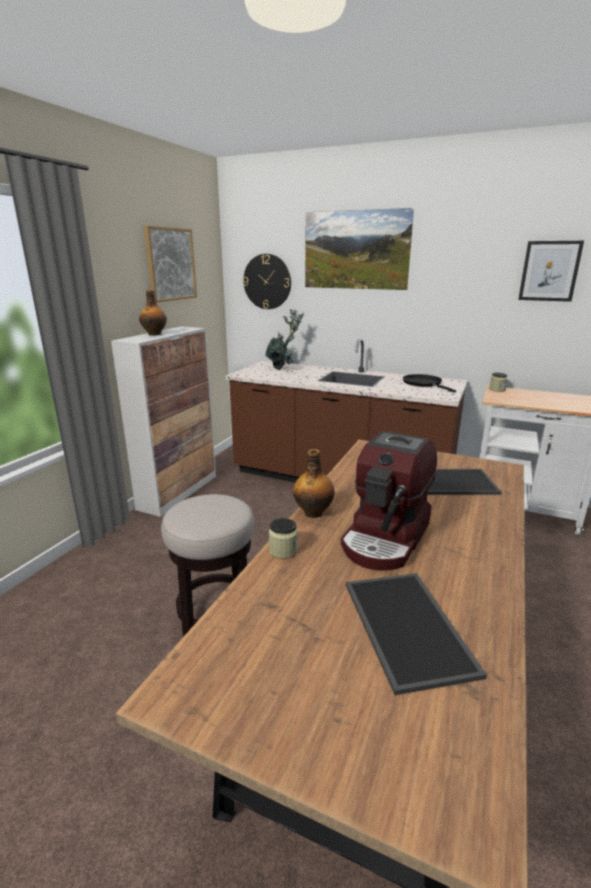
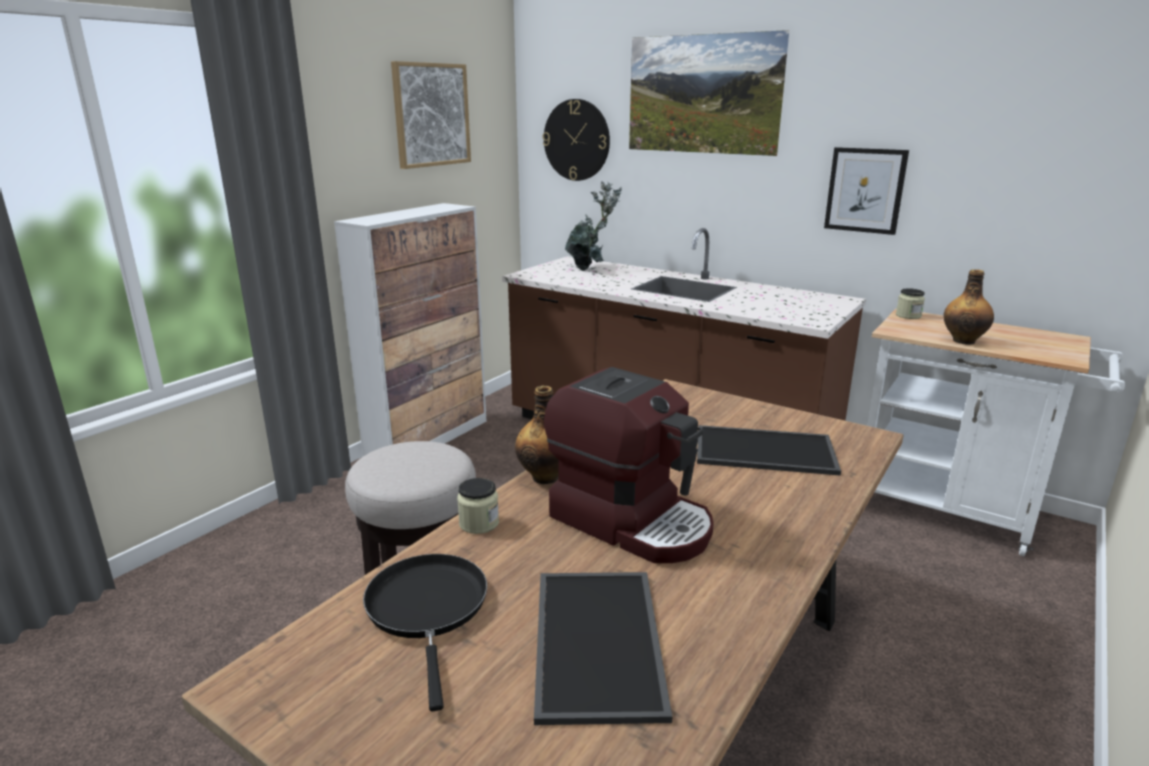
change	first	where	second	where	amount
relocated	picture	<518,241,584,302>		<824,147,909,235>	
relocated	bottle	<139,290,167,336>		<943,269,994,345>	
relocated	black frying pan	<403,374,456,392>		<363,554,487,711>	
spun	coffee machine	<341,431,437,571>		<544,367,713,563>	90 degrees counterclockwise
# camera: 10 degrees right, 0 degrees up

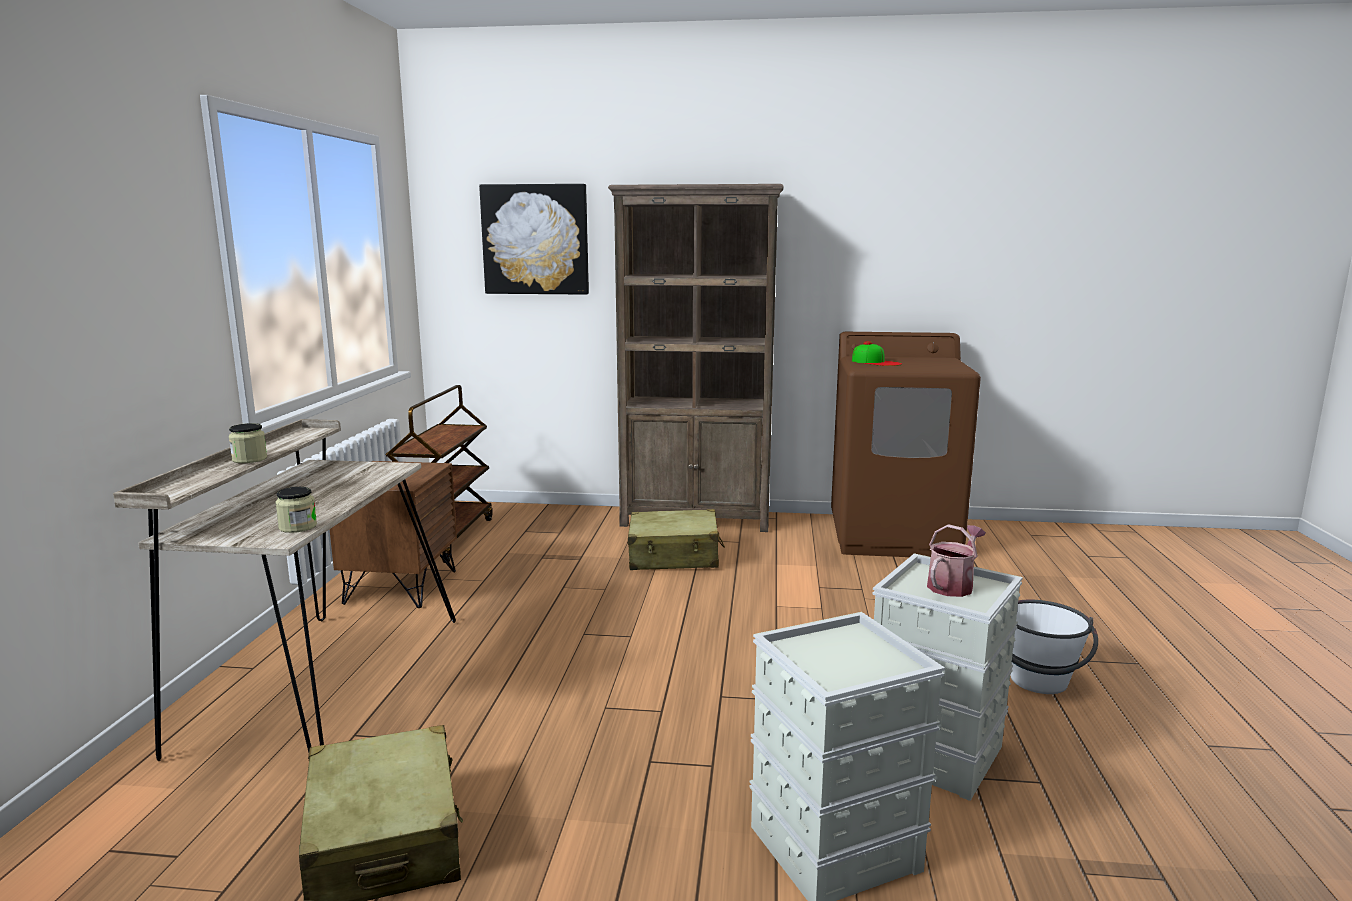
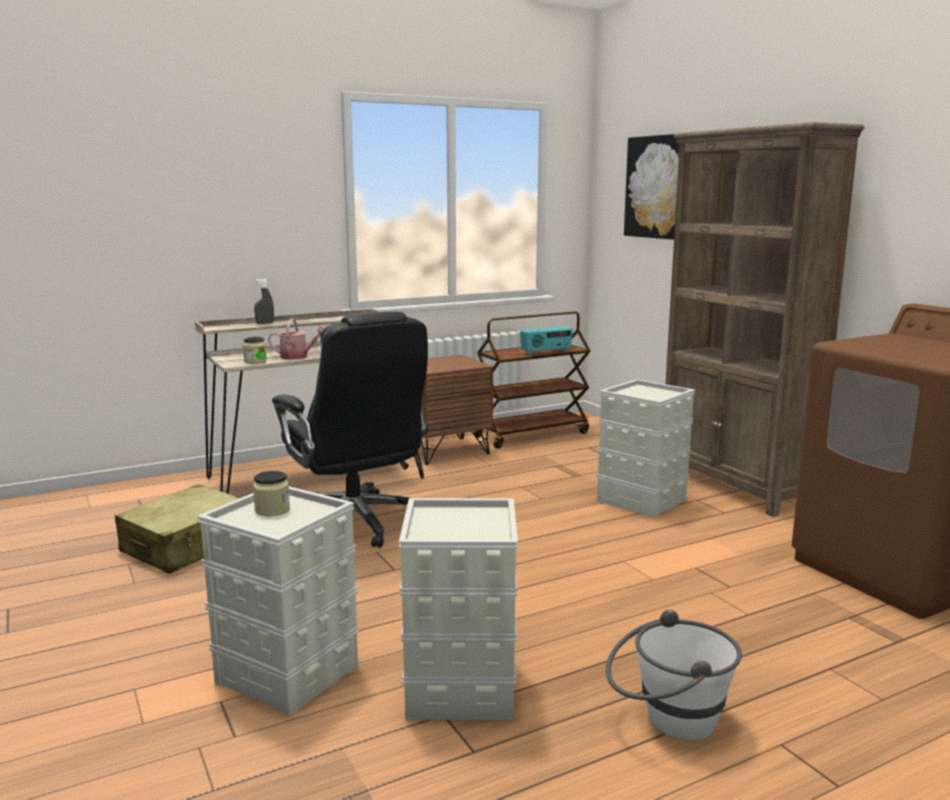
change	first	where	second	where	amount
missing	cap	<852,341,902,366>			
relocated	jar	<229,423,267,463>		<253,471,290,516>	
exchanged	beige suitcase	<628,509,725,570>	grey storage box	<596,379,695,518>	
relocated	watering can	<927,524,986,597>		<268,318,324,360>	
appeared			grey spray bottle	<254,279,274,324>	
appeared			black office chair	<272,311,428,548>	
appeared			radio	<520,326,573,355>	
# camera: 55 degrees right, 0 degrees up

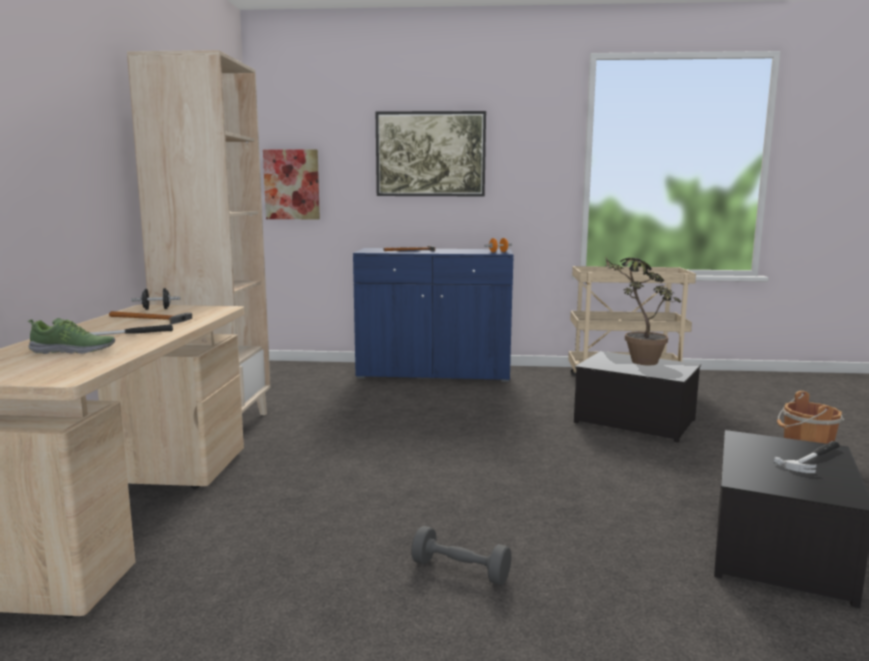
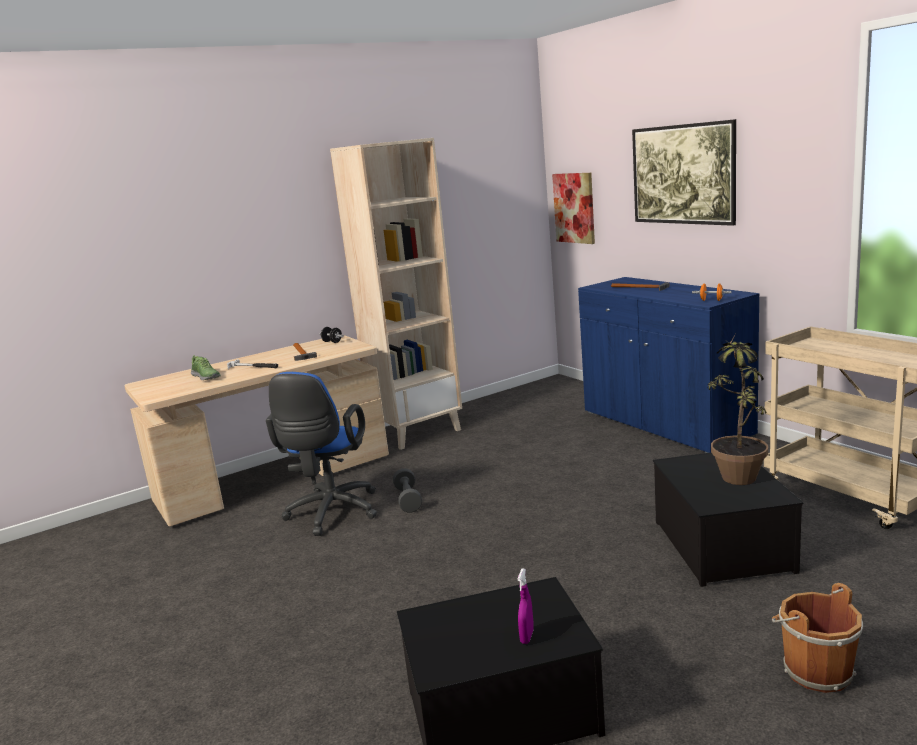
change	first	where	second	where	amount
exchanged	hammer	<773,441,840,473>	purple spray bottle	<518,569,534,644>	
relocated	grey dumbbell	<411,526,512,585>		<393,468,422,513>	
appeared			blue office chair	<266,372,377,536>	
# camera: 55 degrees right, 5 degrees up

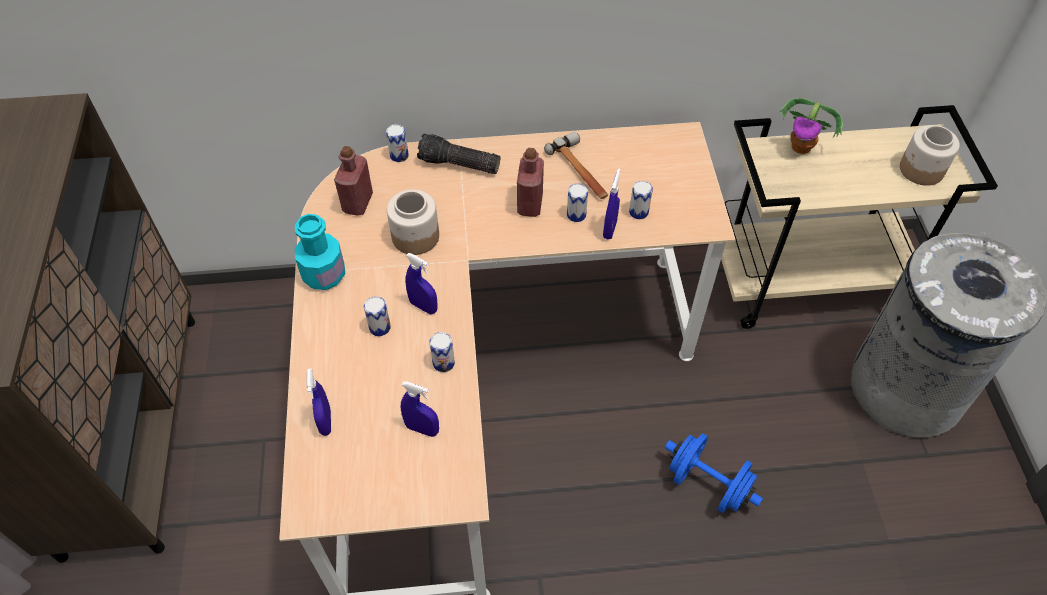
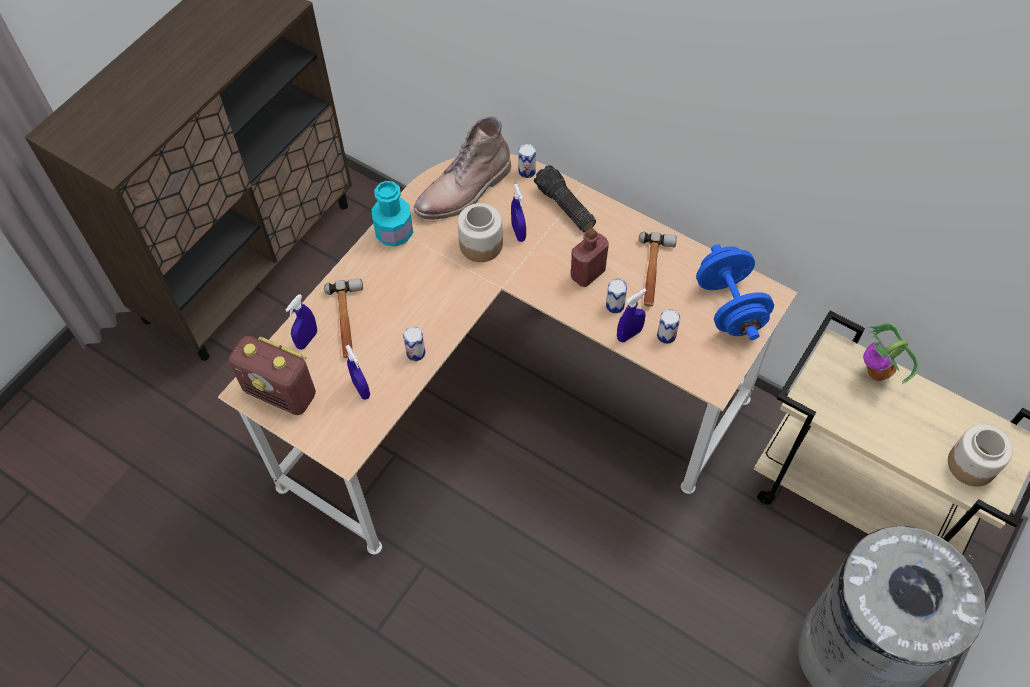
change	first	where	second	where	amount
exchanged	red bottle	<334,146,373,216>	brown boot	<414,116,511,220>	
relocated	blue spray bottle	<405,253,438,314>		<511,184,526,242>	
missing	can	<364,296,391,336>			
relocated	blue dumbbell	<665,433,763,513>		<696,244,774,340>	
appeared			hammer	<324,278,363,358>	
appeared			radio	<229,336,316,415>	
# camera: 40 degrees right, 5 degrees up

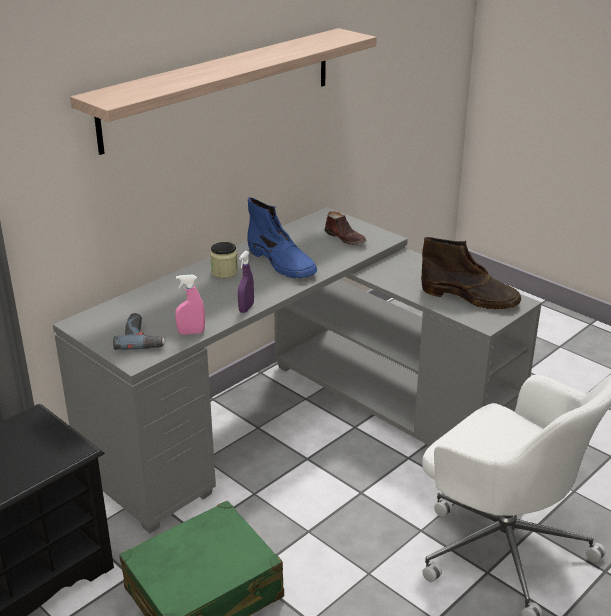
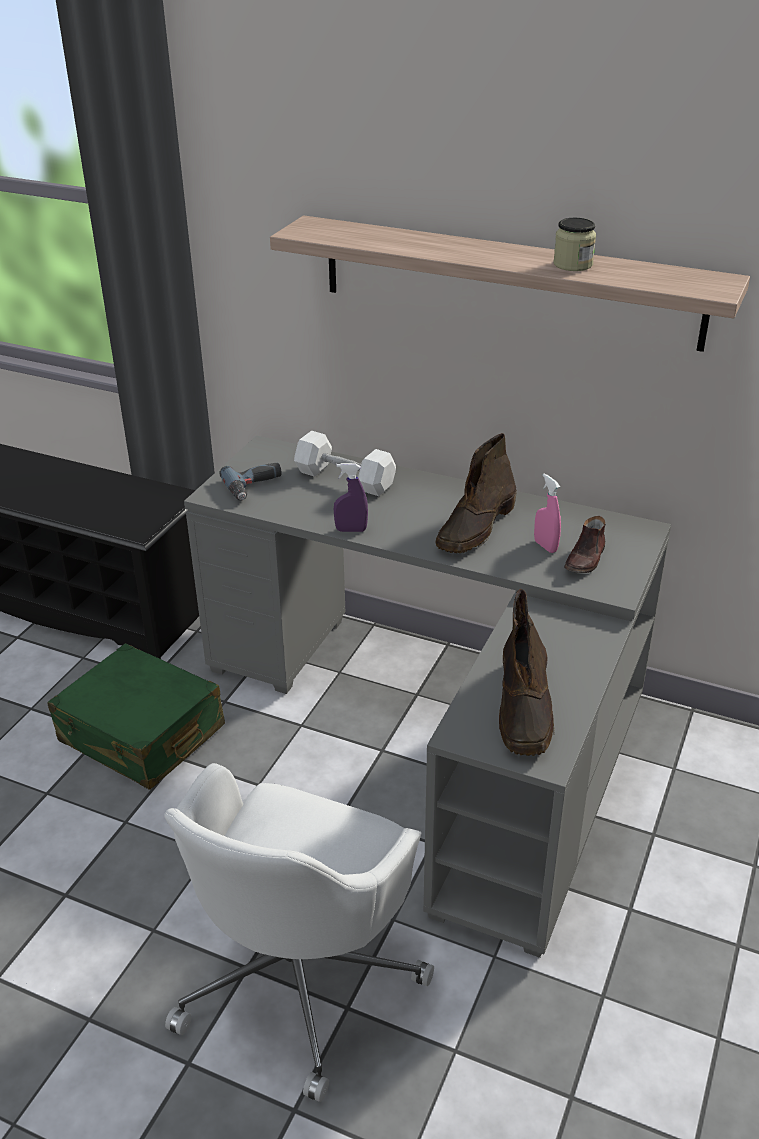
change	first	where	second	where	amount
colour	blue boot	<247,197,317,278>	brown boot	<435,433,517,553>	
relocated	jar	<210,242,238,278>		<553,218,596,271>	
relocated	pink spray bottle	<175,275,205,335>		<534,473,561,553>	
appeared			white dumbbell	<294,431,396,496>	
# camera: 70 degrees right, 5 degrees up

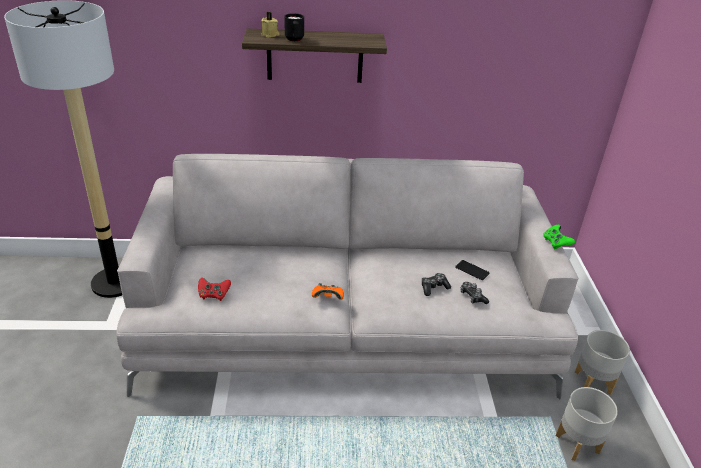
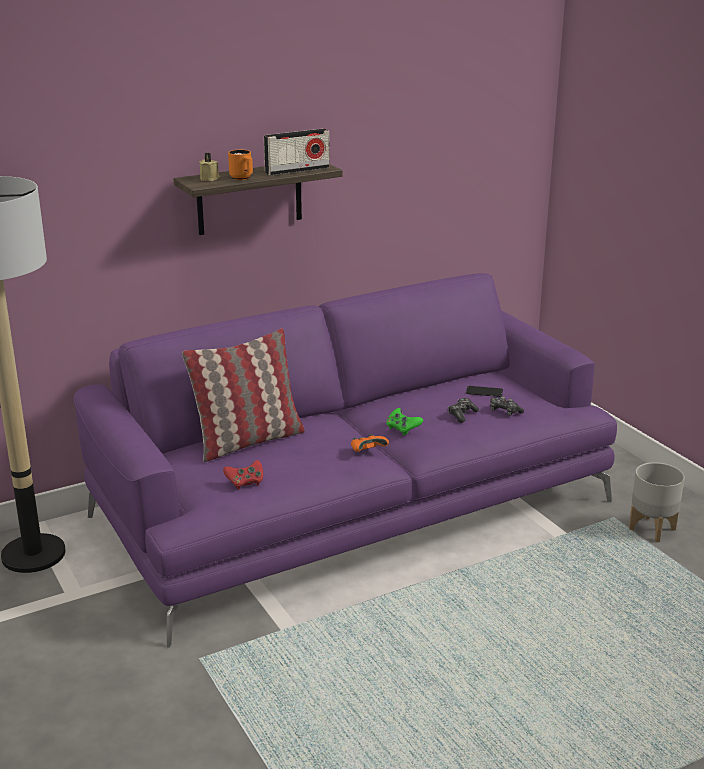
change	first	where	second	where	amount
colour	black mug	<284,13,304,41>	orange mug	<228,150,253,180>	
colour	grey sofa	<116,154,579,399>	purple sofa	<74,273,617,648>	
relocated	green game controller	<543,225,575,249>		<386,408,423,435>	
missing	grey planter	<575,330,630,395>			
appeared			radio	<264,129,330,176>	
appeared			pillow	<182,328,305,462>	
# camera: 25 degrees left, 10 degrees down

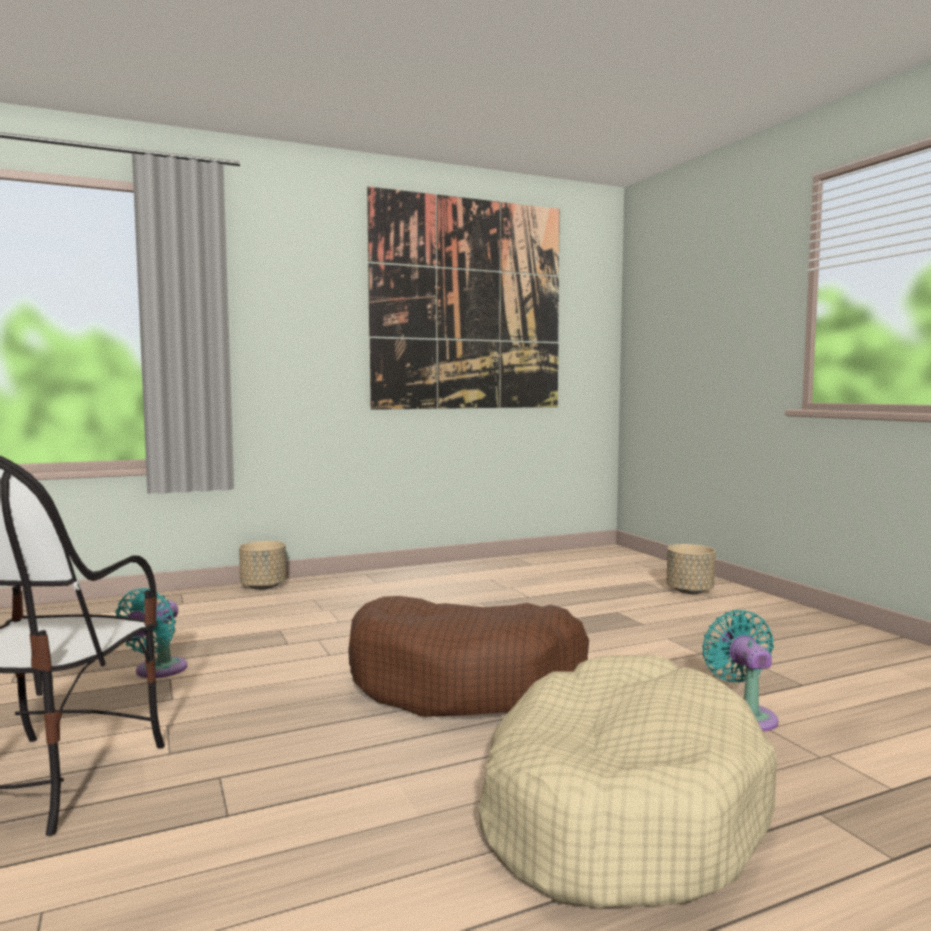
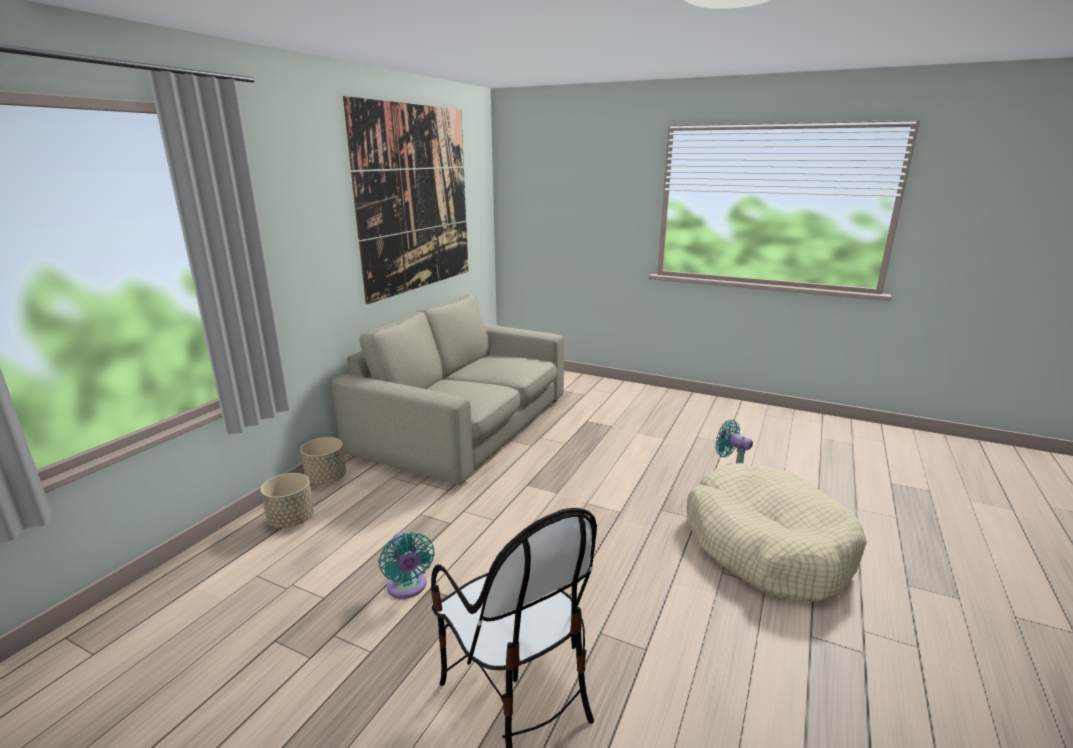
change	first	where	second	where	amount
relocated	beige planter	<666,544,715,594>		<261,473,314,528>	
missing	brown dog bed	<348,596,589,717>			
appeared			beige sofa	<331,294,564,485>	
# camera: 40 degrees left, 15 degrees up

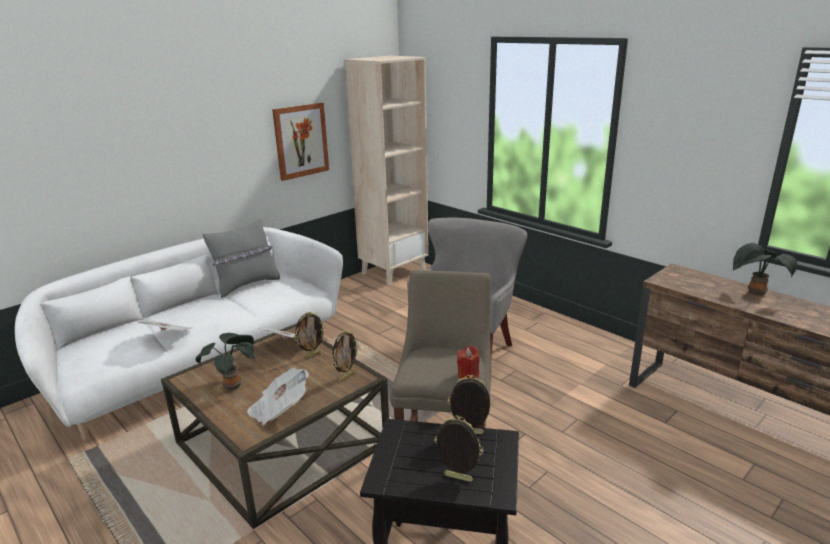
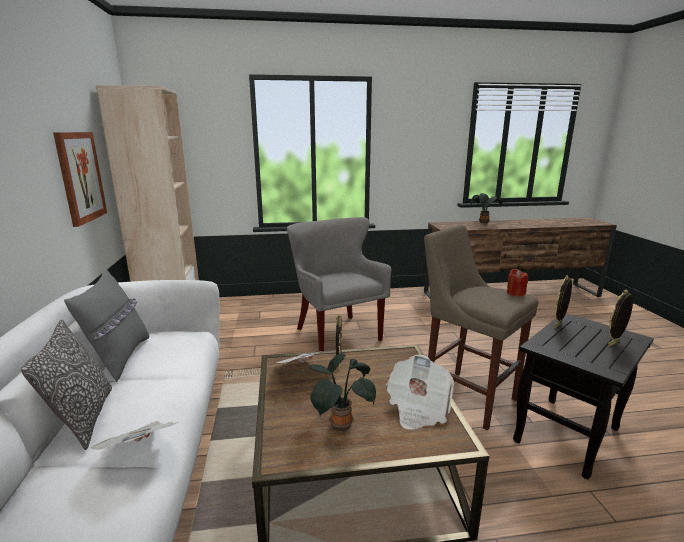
change	first	where	second	where	amount
missing	picture frame	<332,330,359,382>			
appeared			pillow	<21,320,112,450>	
# camera: 55 degrees left, 5 degrees down

